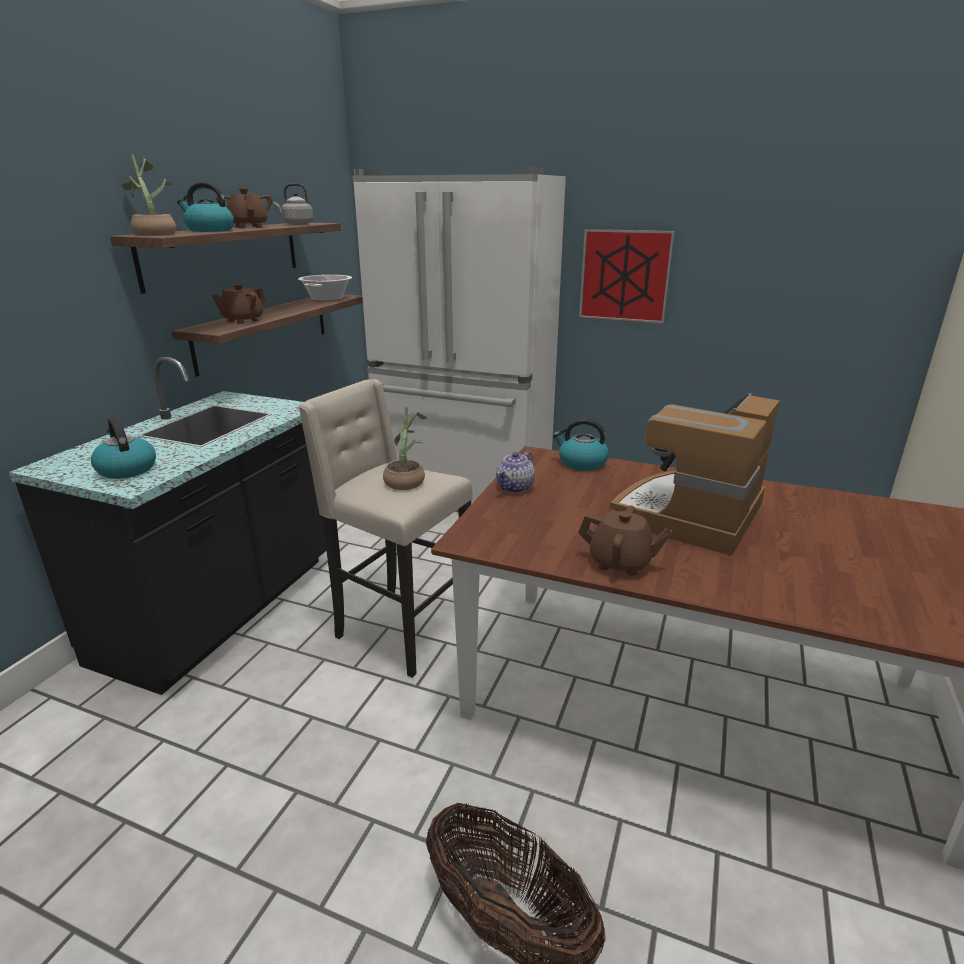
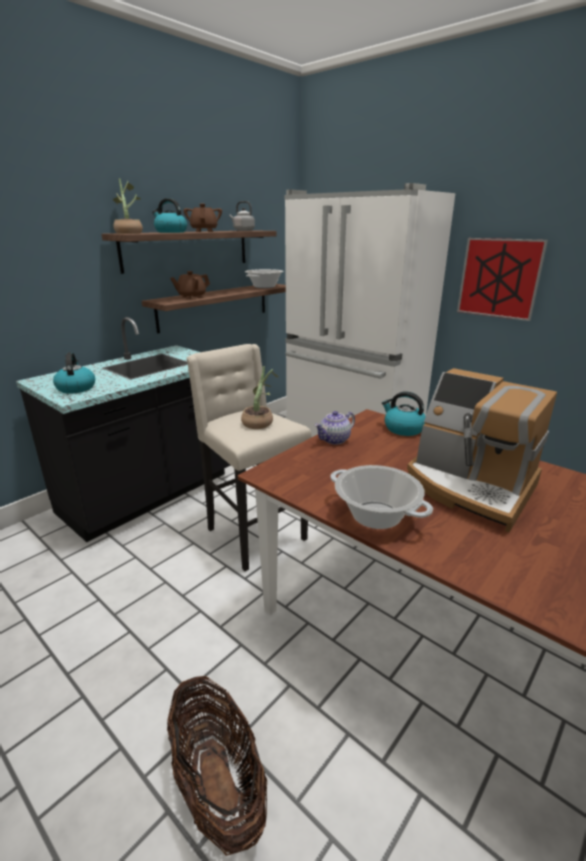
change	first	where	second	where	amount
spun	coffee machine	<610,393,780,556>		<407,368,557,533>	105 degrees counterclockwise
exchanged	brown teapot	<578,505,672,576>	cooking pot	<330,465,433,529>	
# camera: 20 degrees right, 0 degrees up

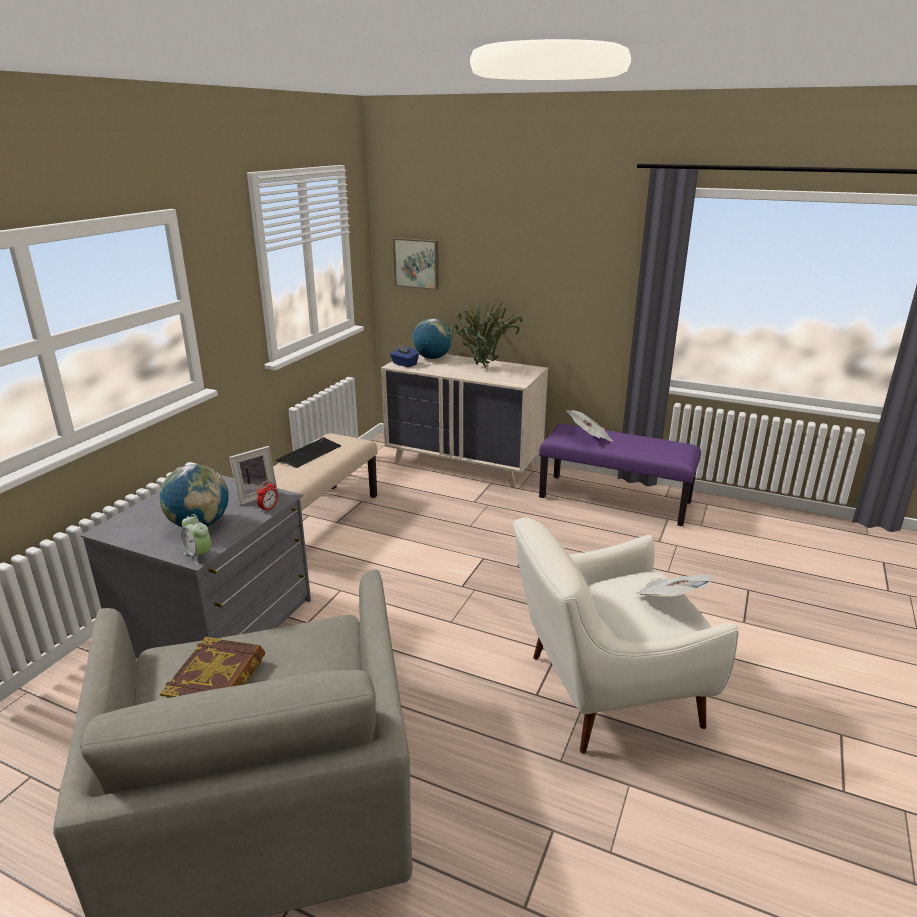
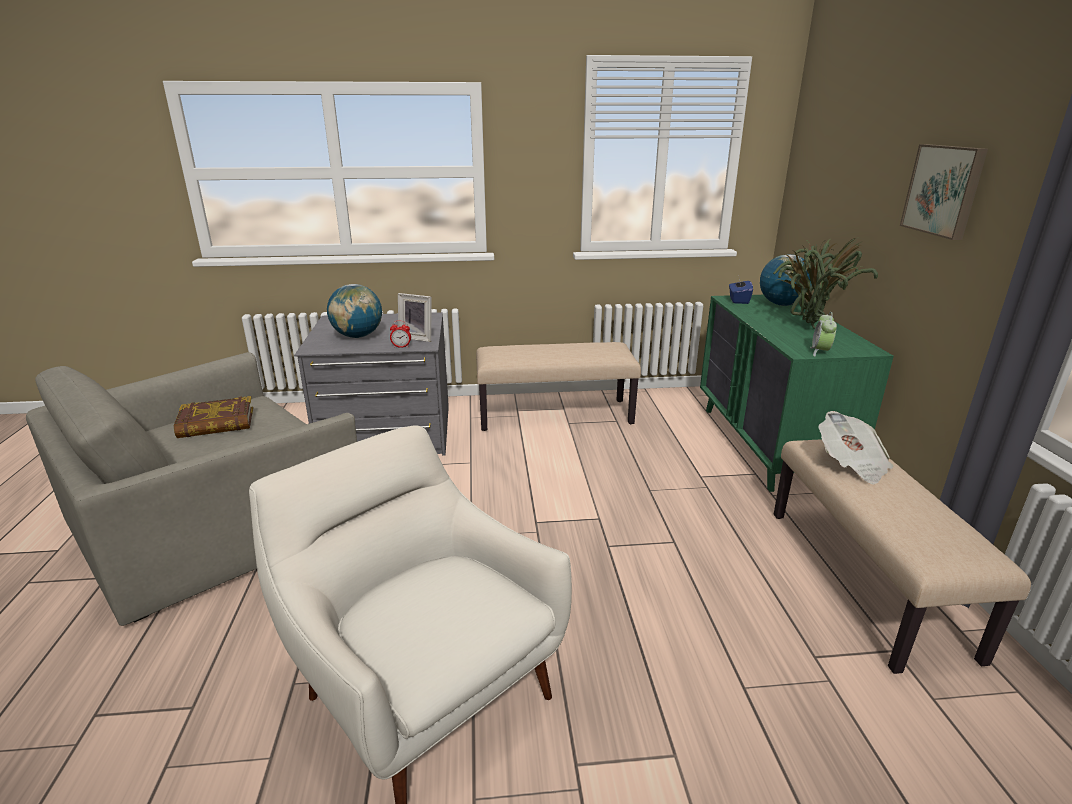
change	first	where	second	where	amount
relocated	picture	<393,238,439,290>		<900,144,988,240>	
colour	beige dresser	<381,354,548,488>	green dresser	<700,295,894,492>	
colour	purple bench	<539,424,701,526>	beige bench	<774,439,1031,674>	
missing	keyboard	<276,438,341,468>			
relocated	alarm clock	<181,514,211,565>		<810,312,837,356>	
missing	newspaper	<635,574,714,597>			
# camera: 60 degrees right, 0 degrees up

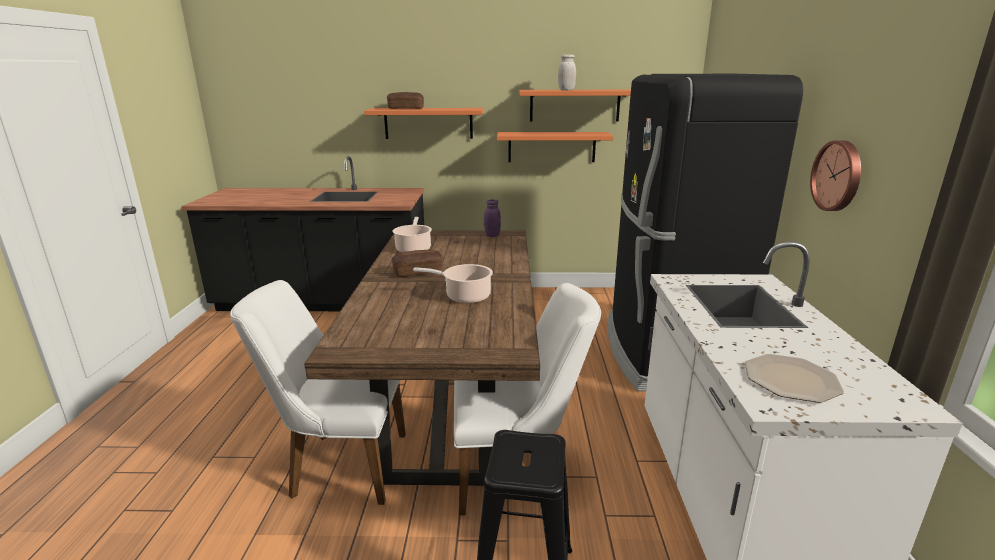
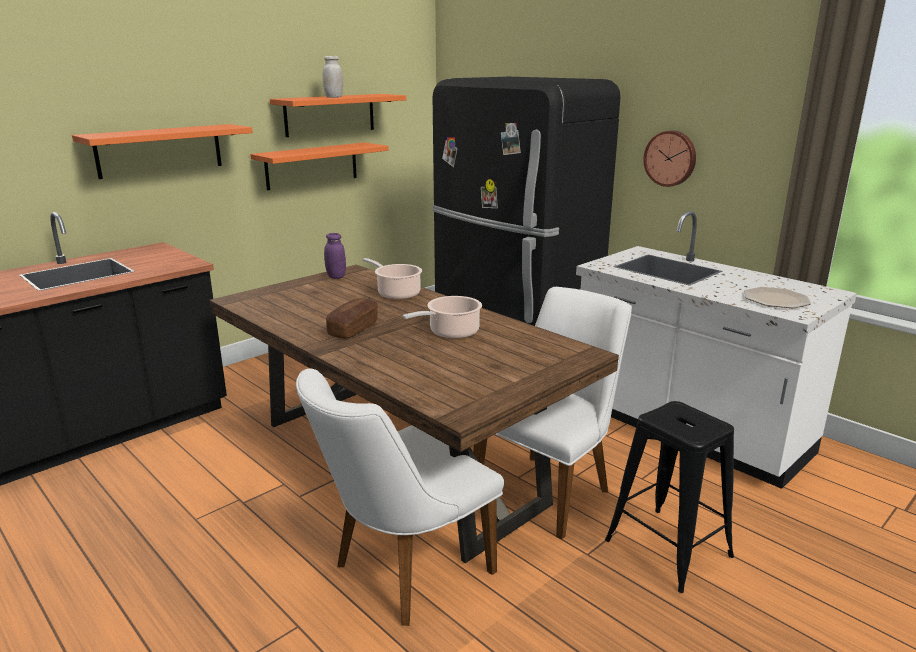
change	first	where	second	where	amount
missing	bread	<387,92,424,109>			
relocated	cooking pot	<392,217,432,253>		<363,258,422,300>	
# camera: 45 degrees left, 0 degrees up

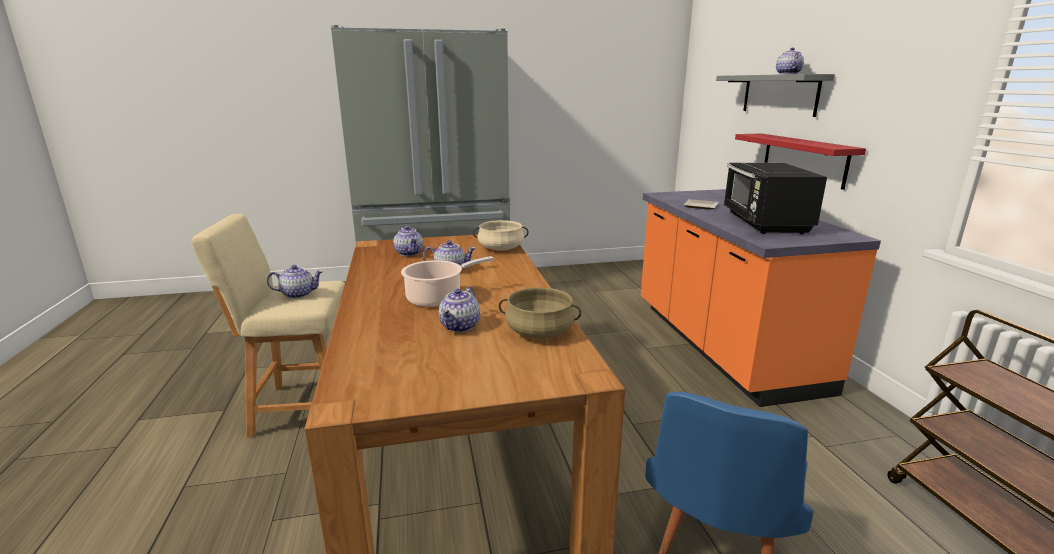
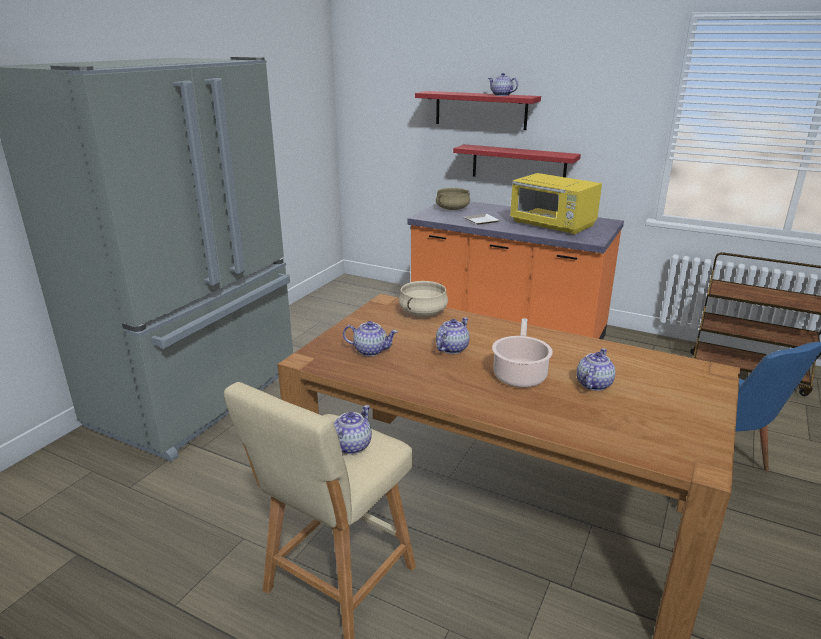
change	first	where	second	where	amount
colour	grey shelf	<716,74,835,117>	red shelf	<415,91,541,130>	
colour	black microwave	<724,163,827,234>	yellow microwave	<510,173,602,235>	
spun	teapot	<439,287,480,332>		<576,348,616,391>	120 degrees counterclockwise
relocated	beige cooking pot	<499,287,581,338>		<436,188,470,210>	
# camera: 50 degrees left, 5 degrees up

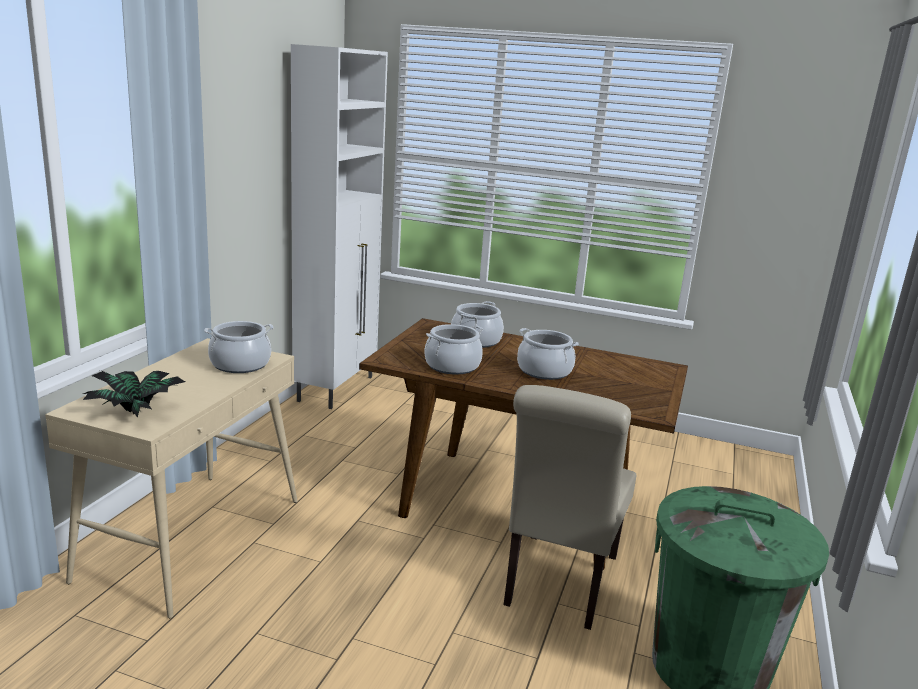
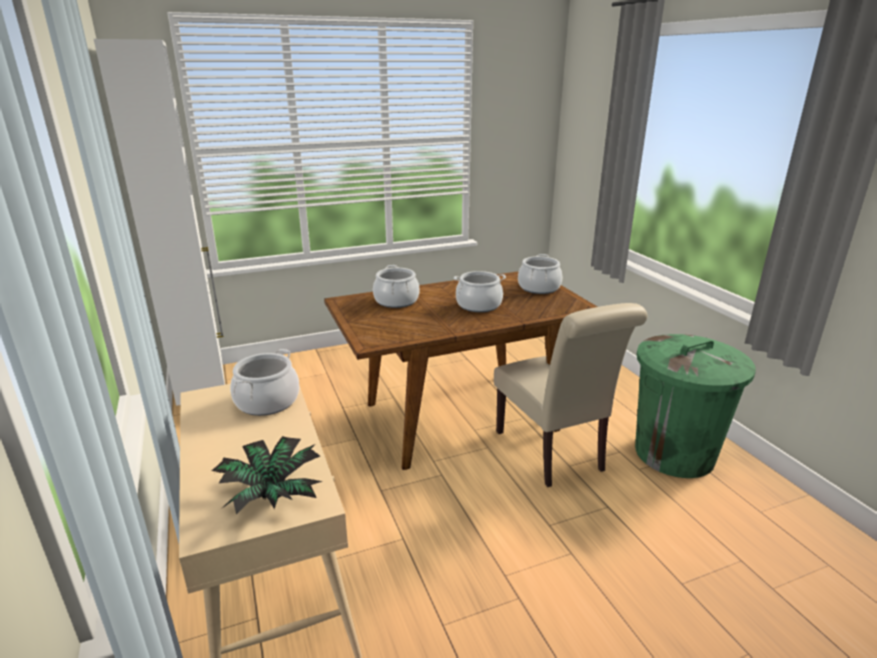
change	first	where	second	where	amount
relocated	cooking pot	<424,324,483,375>		<518,254,562,294>	
# camera: 40 degrees left, 5 degrees up

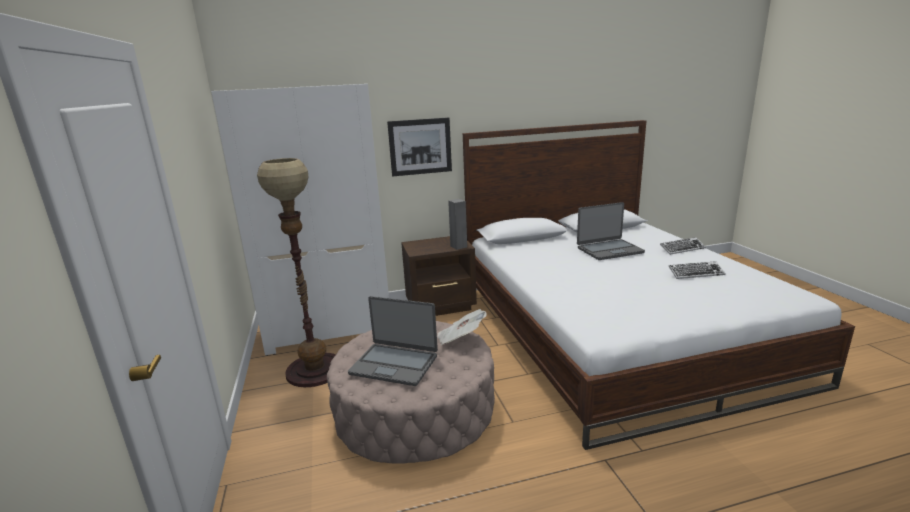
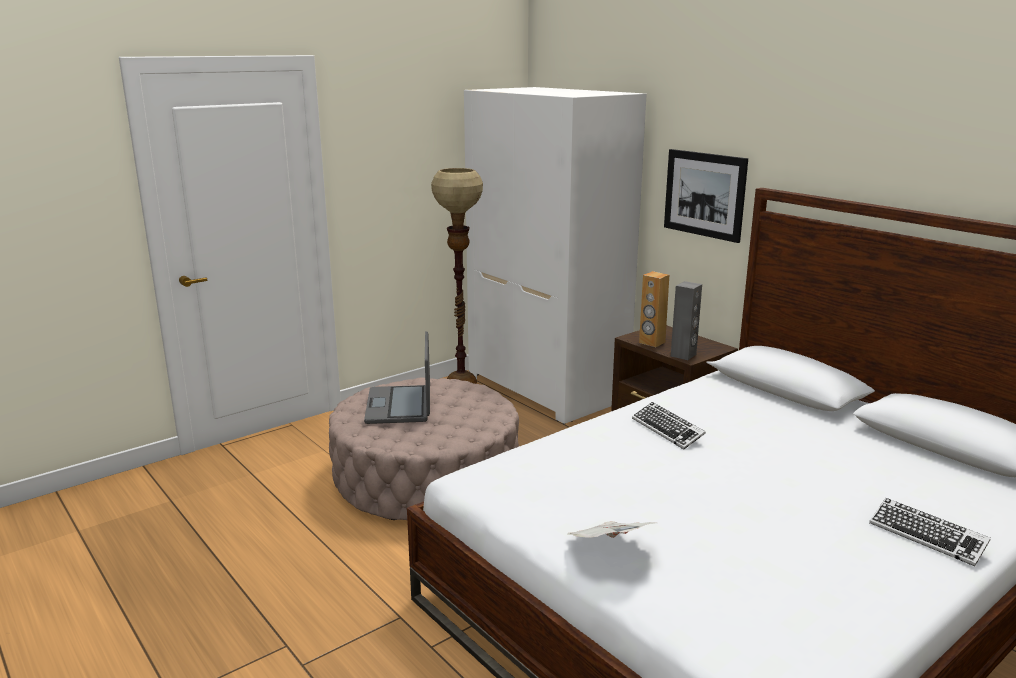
change	first	where	second	where	amount
missing	laptop	<577,202,645,260>			
relocated	keyboard	<668,261,726,279>		<632,402,706,449>	
relocated	newspaper	<437,309,487,345>		<570,521,656,538>	
appeared			brown speaker	<639,271,669,347>	
# camera: 65 degrees right, 0 degrees up

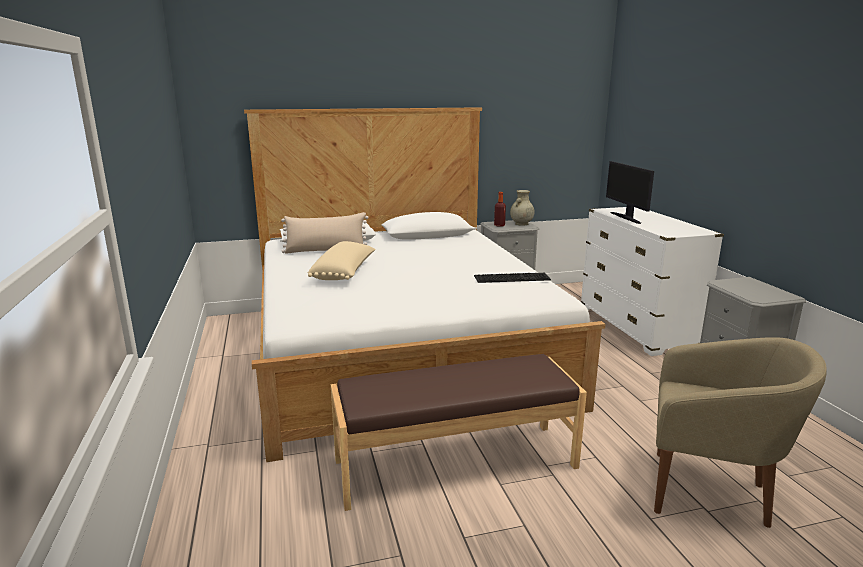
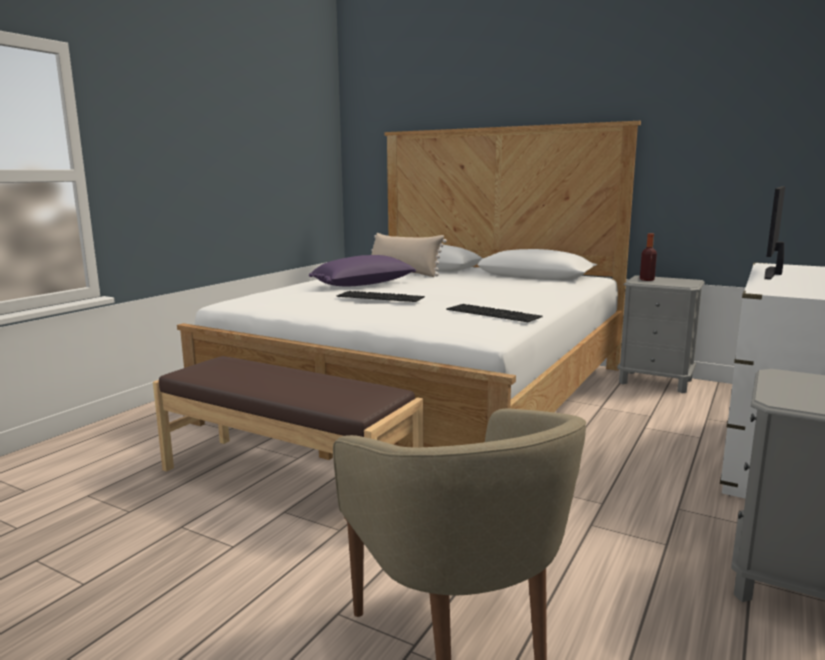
change	first	where	second	where	amount
missing	beige vase	<510,190,535,226>			
colour	beige pillow	<308,241,376,280>	purple pillow	<309,255,416,286>	
appeared			keyboard	<336,291,425,302>	
# camera: 45 degrees right, 5 degrees down

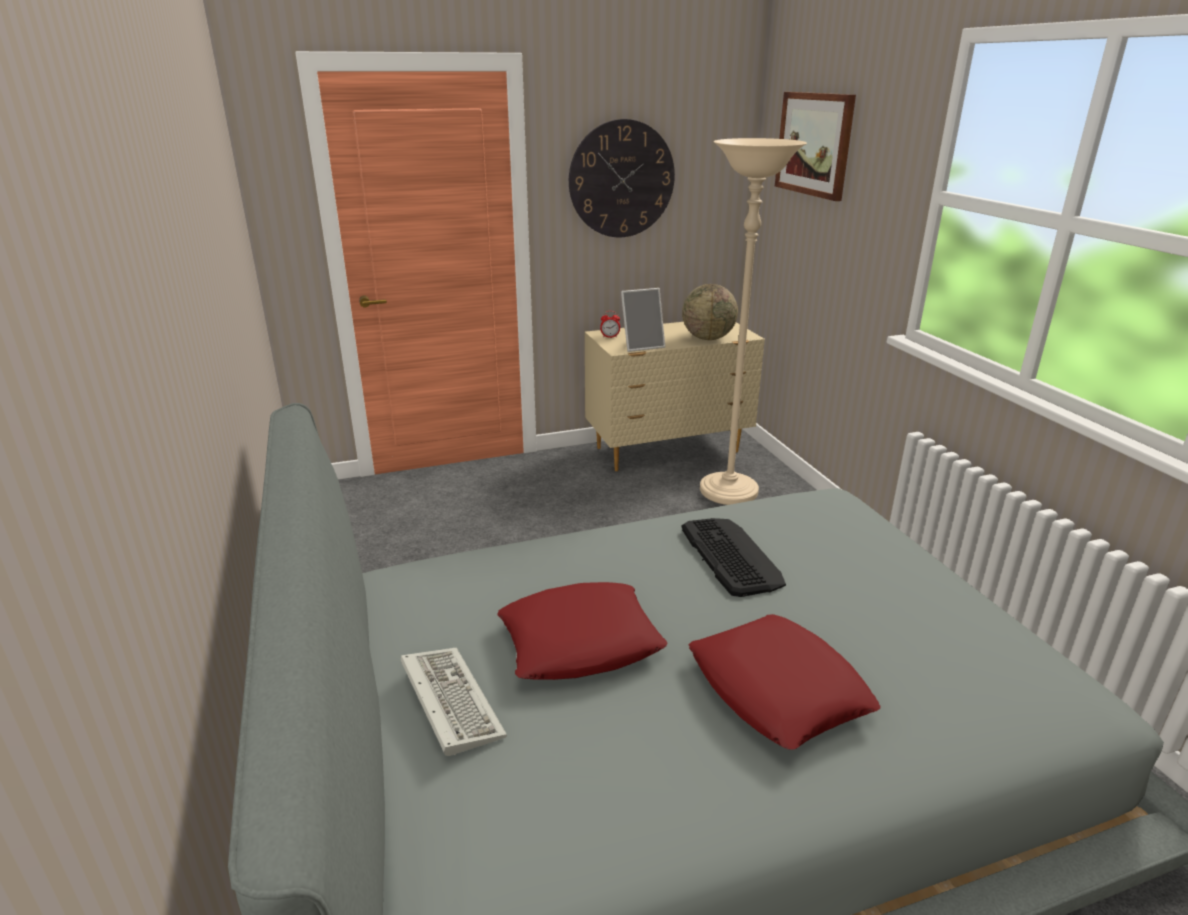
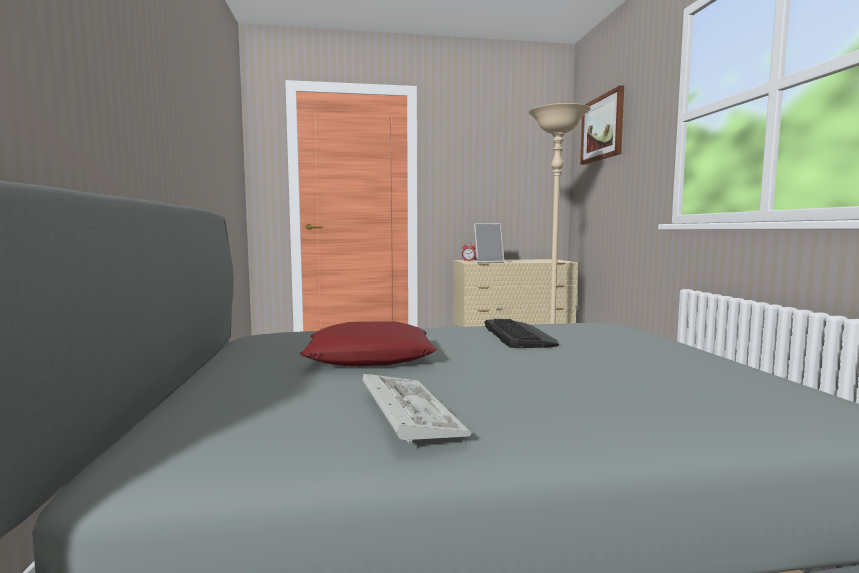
change	first	where	second	where	amount
missing	wall clock	<569,119,675,237>			
missing	globe	<682,284,738,340>			
missing	red pillow	<689,614,881,750>			
relocated	keyboard	<401,648,507,756>		<363,374,471,444>	
# camera: 10 degrees right, 20 degrees down

